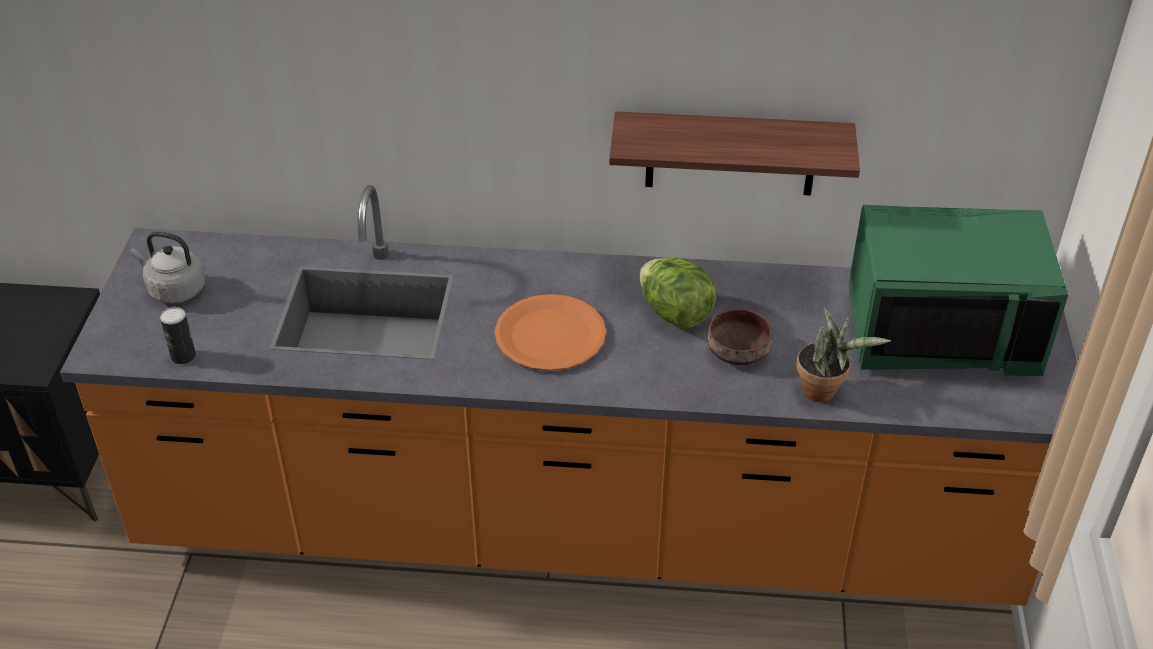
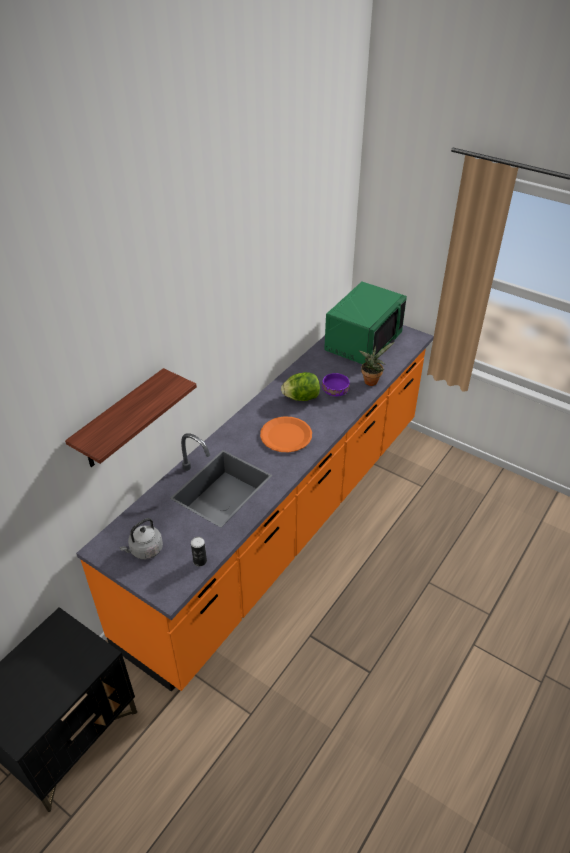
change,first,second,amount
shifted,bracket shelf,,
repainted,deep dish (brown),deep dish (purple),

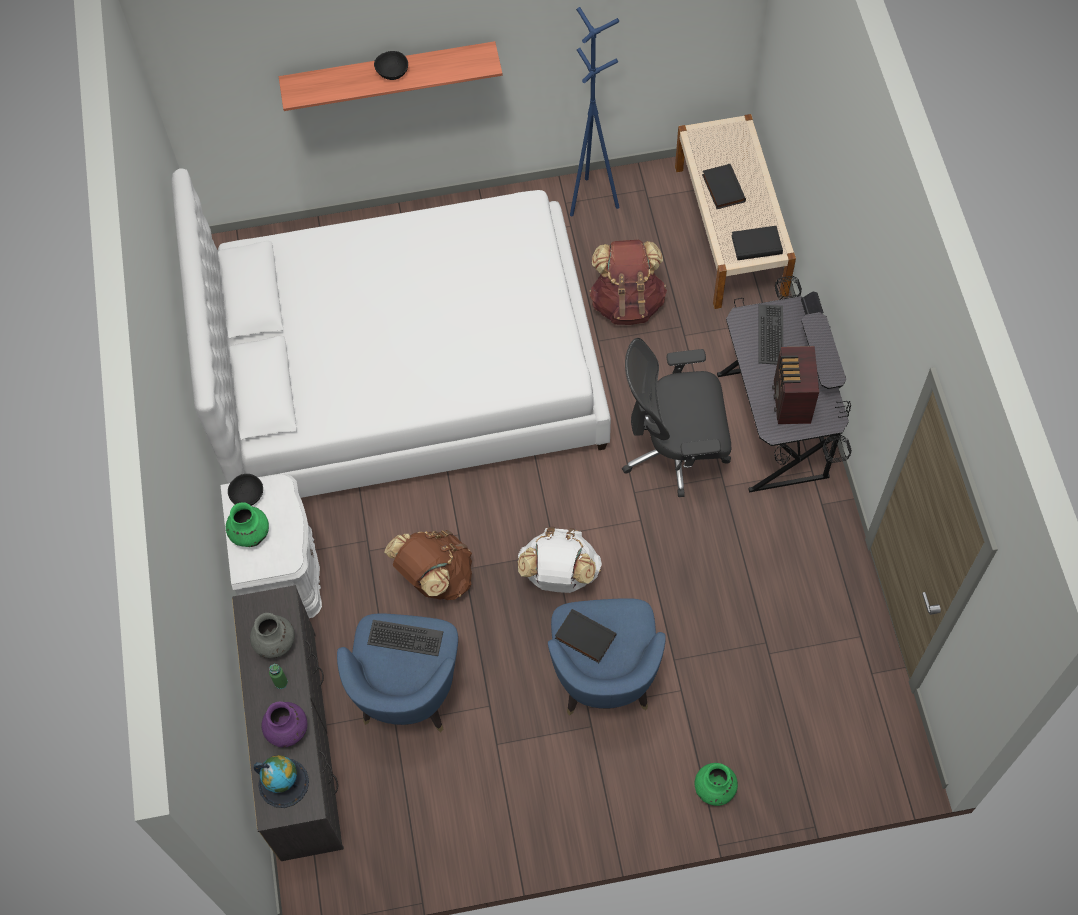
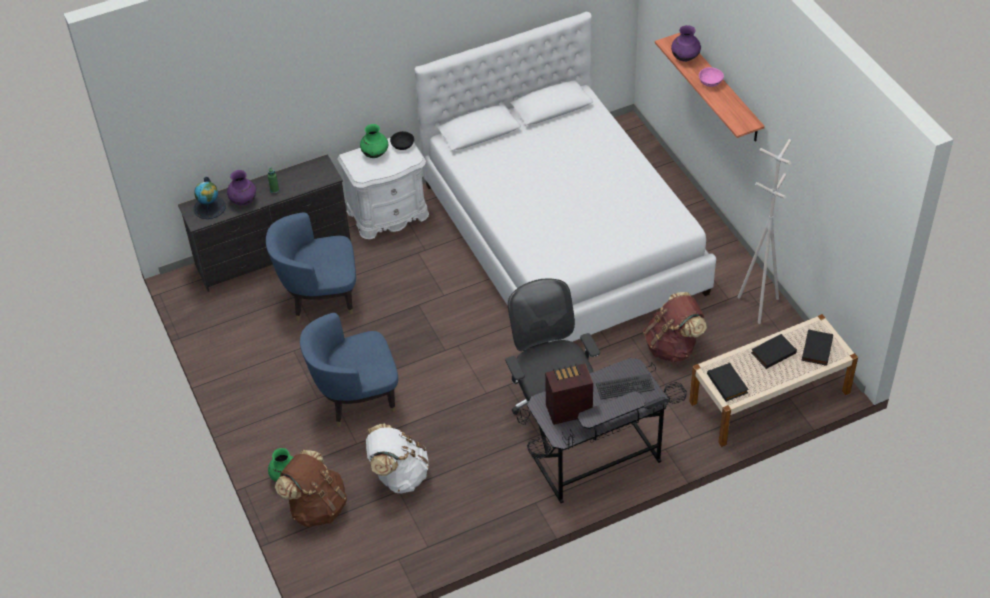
change,first,second,amount
gone,decorative vase (gray),,
gone,keyboard (no. 1 from left),,
repainted,deep dish (black-coloured) (no. 2 from left),deep dish (pink-coloured),
shifted,backpack (brown) (no. 1 from left),,
shifted,backpack (whitish),,
shifted,volume (black-coloured) (no. 1 from left in the first image),volume (black-coloured) (no. 3 from left),
repainted,garment stand (blue),garment stand (gray),
new,,decorative vase (purple) (no. 2 from left),

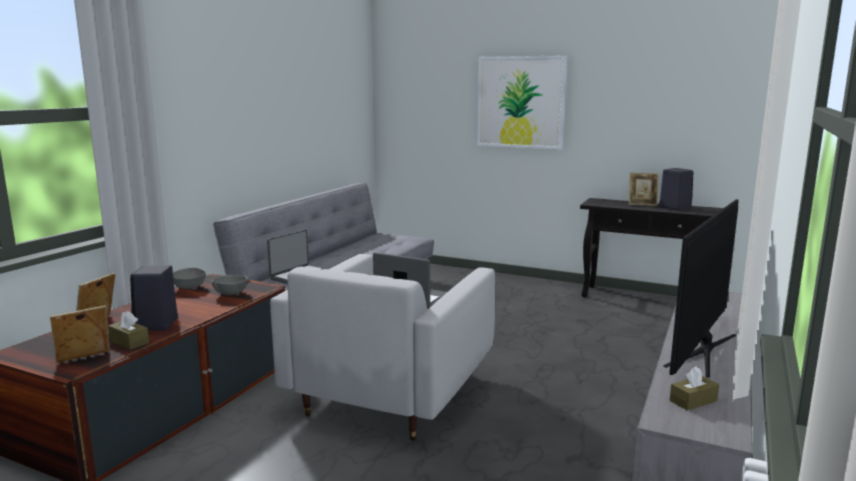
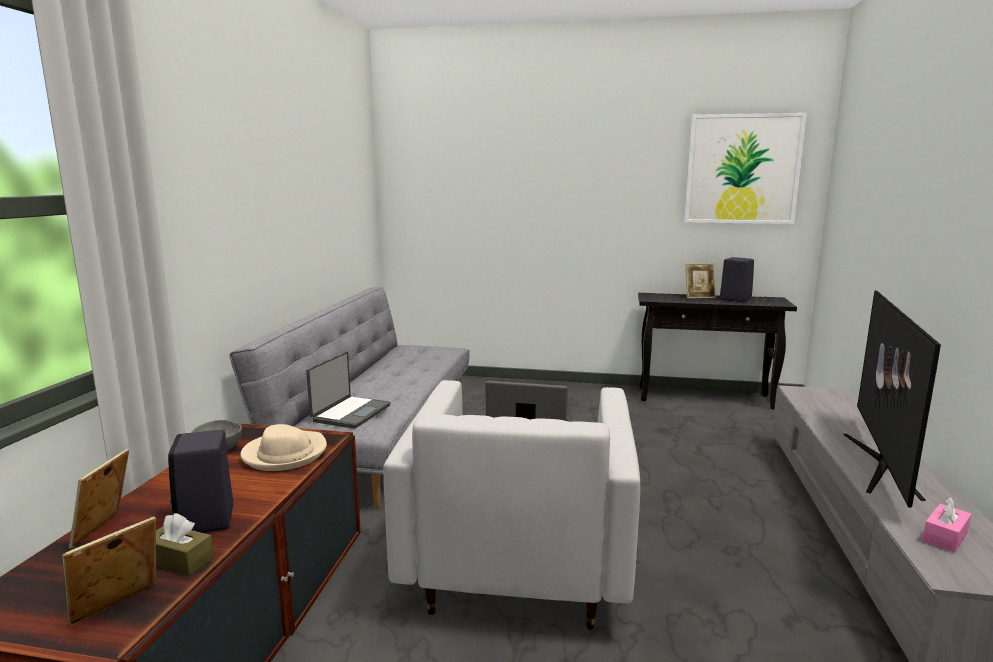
change,first,second,amount
swapped,deep dish (gray) (no. 2 from left),wearable hat (beige),
shifted,wall picture,,
repainted,box of tissues (brown) (no. 2 from left),box of tissues (pink-coloured),

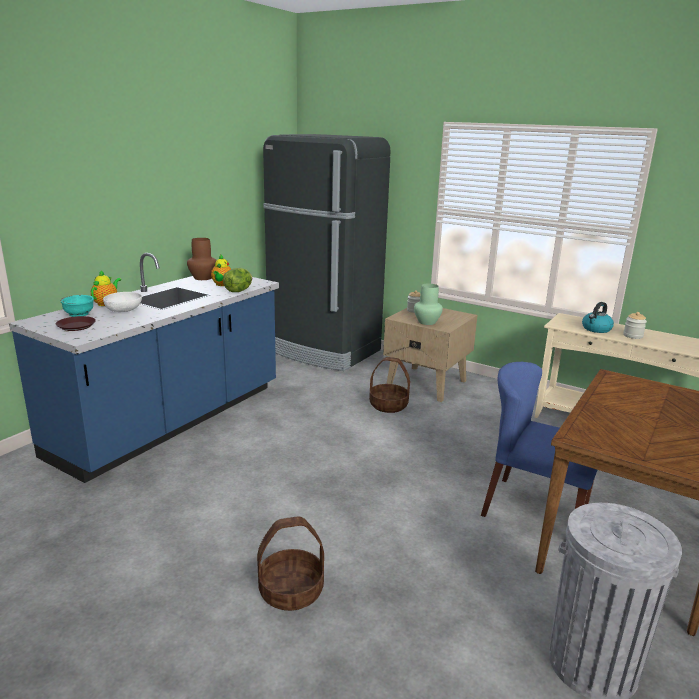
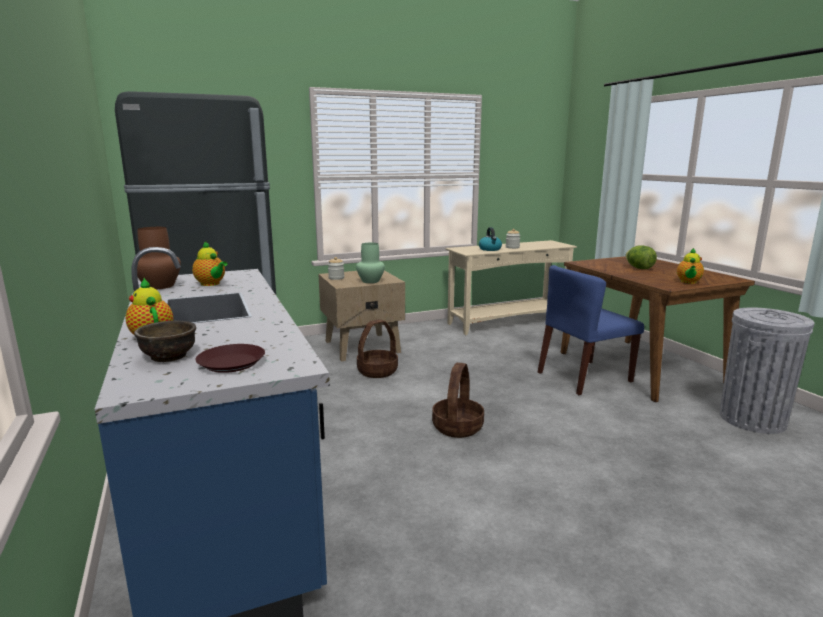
change,first,second,amount
repainted,deep dish (turquoise-coloured),deep dish (brown),
gone,deep dish (whitish),,
shifted,head of lettuce,,
shifted,basket (no. 1 from left in the first image),basket (no. 2 from left),
new,,pot for tea (no. 3 from left),

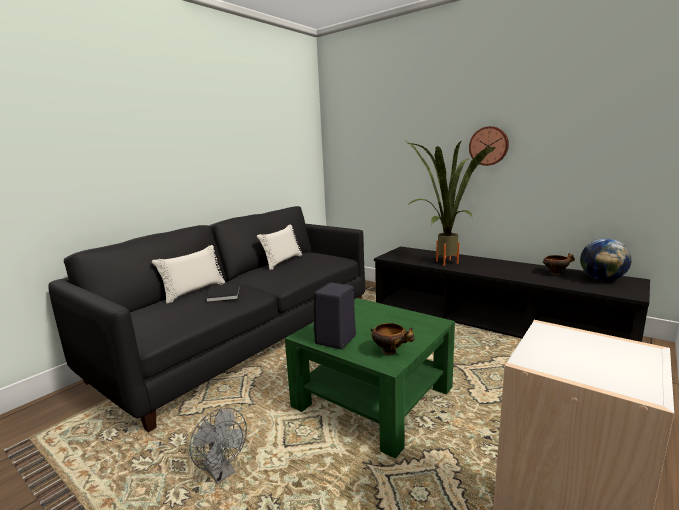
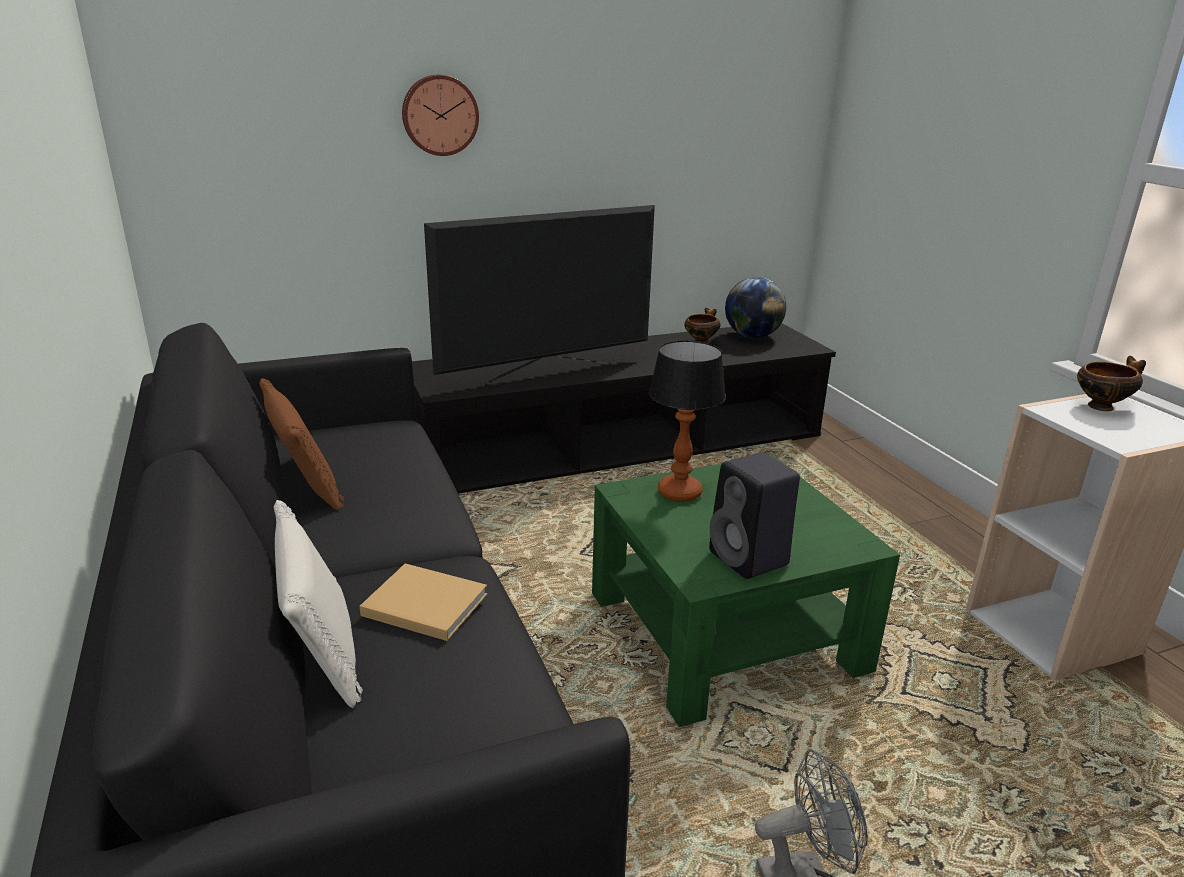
change,first,second,amount
repainted,volume (black-coloured),volume (beige),
repainted,throw pillow (whitish) (no. 2 from left),throw pillow (brown),
shifted,deep dish (no. 1 from left in the first image),deep dish (no. 2 from left),
swapped,houseplant,TV set,
shifted,wall clock,,
new,,lamp for a table,

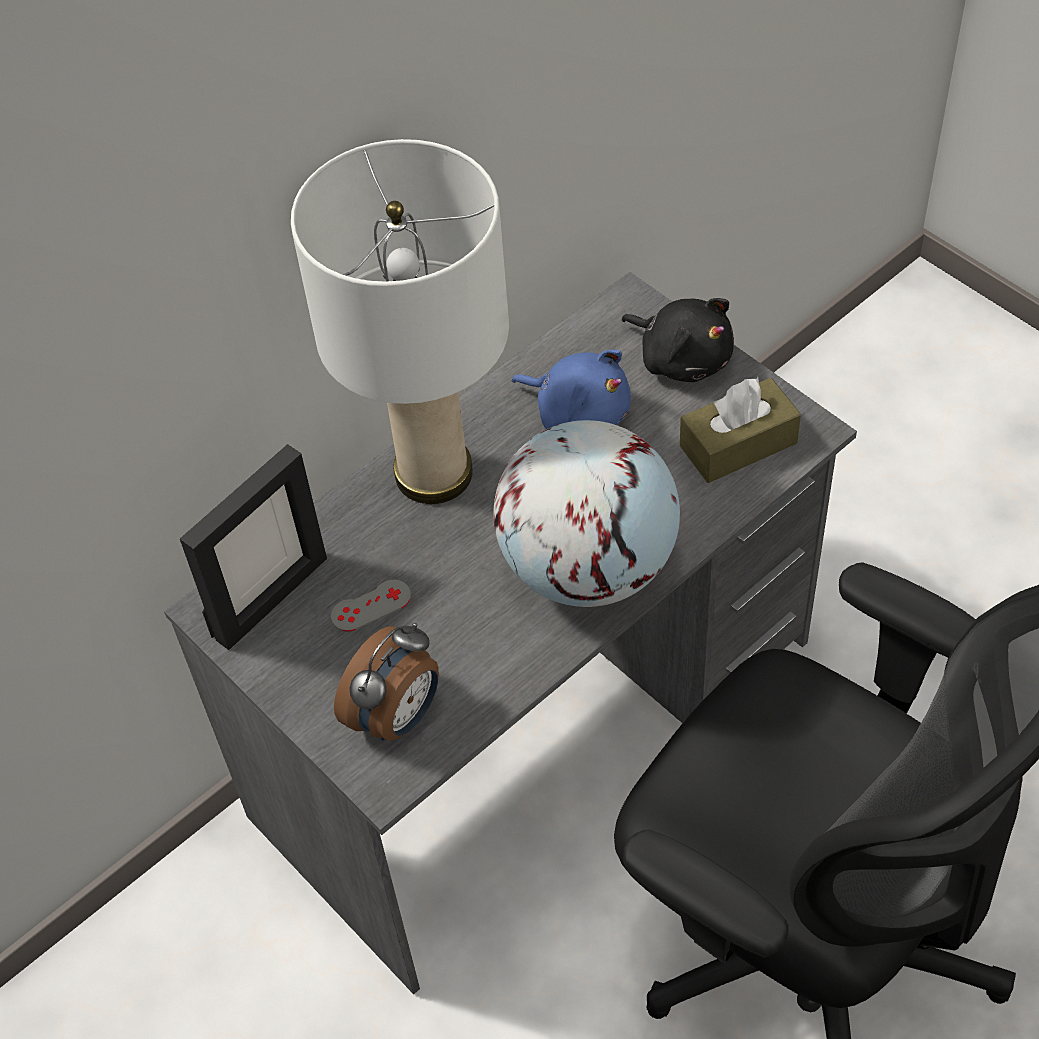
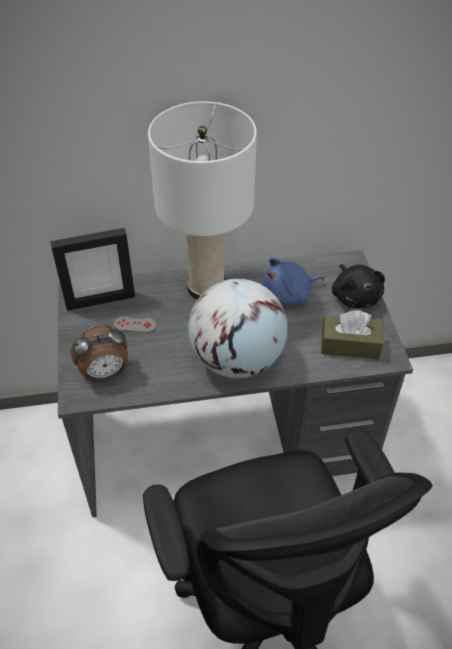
change,first,second,amount
rotated,cuddly toy (blue),,90 degrees clockwise

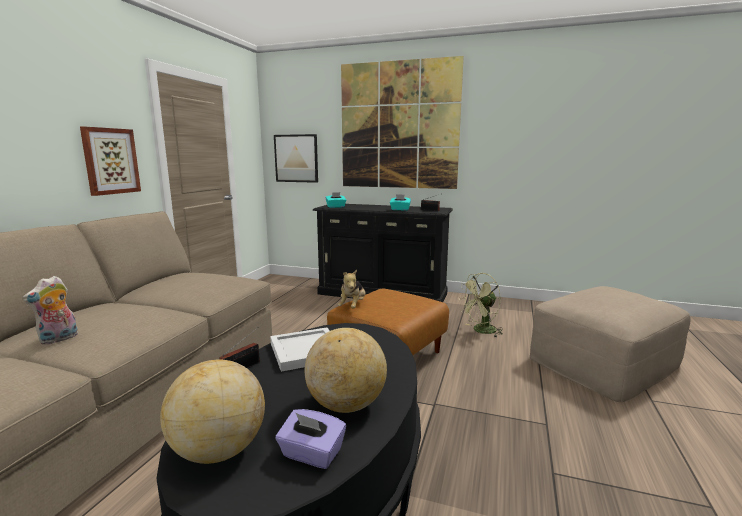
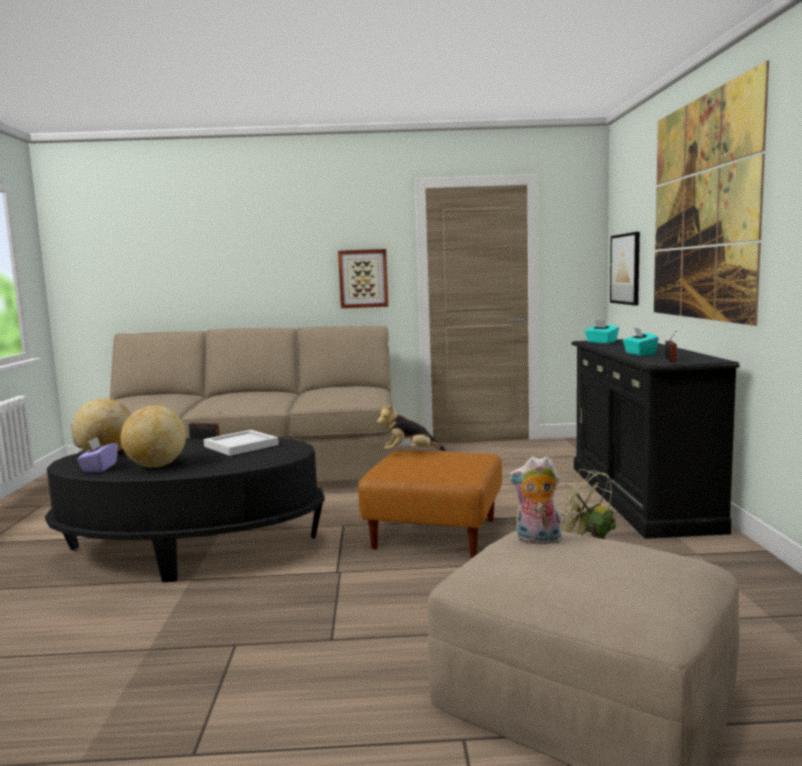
change,first,second,amount
shifted,cuddly toy (no. 1 from left in the first image),cuddly toy (no. 2 from left),

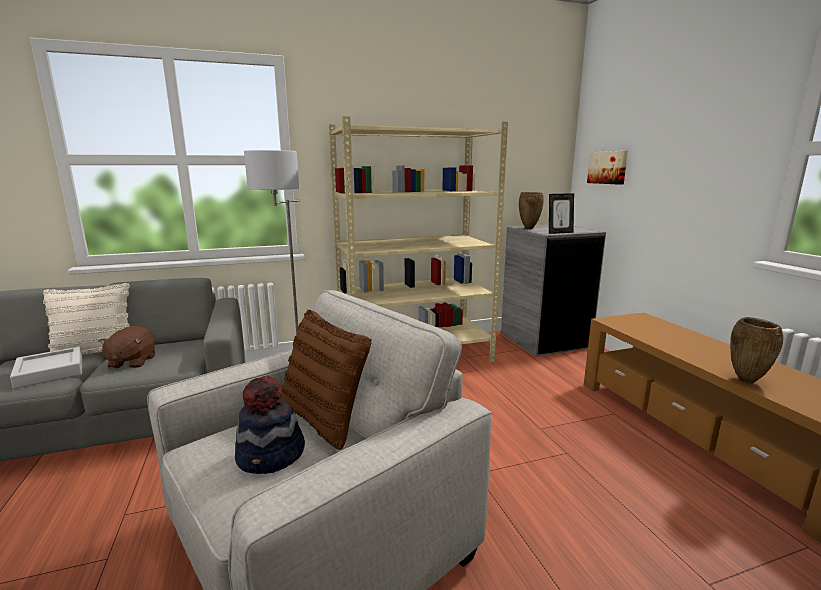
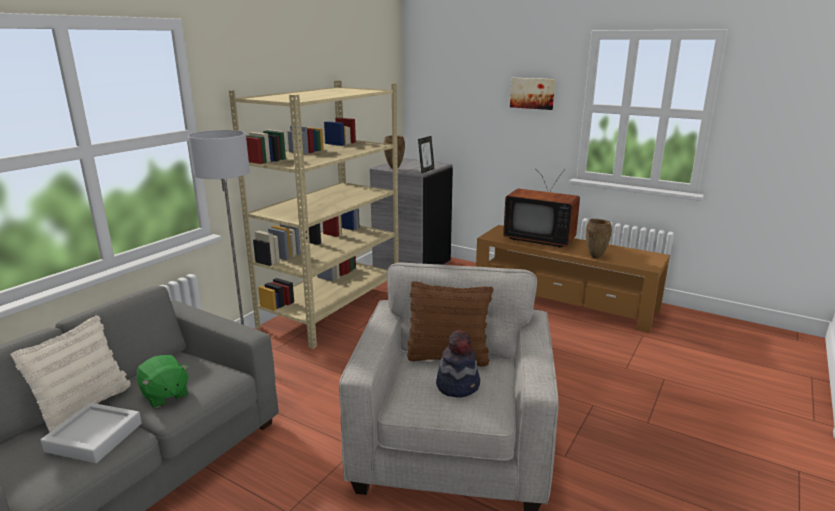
change,first,second,amount
repainted,cuddly toy (brown),cuddly toy (green),
shifted,wall picture,,
new,,TV set,

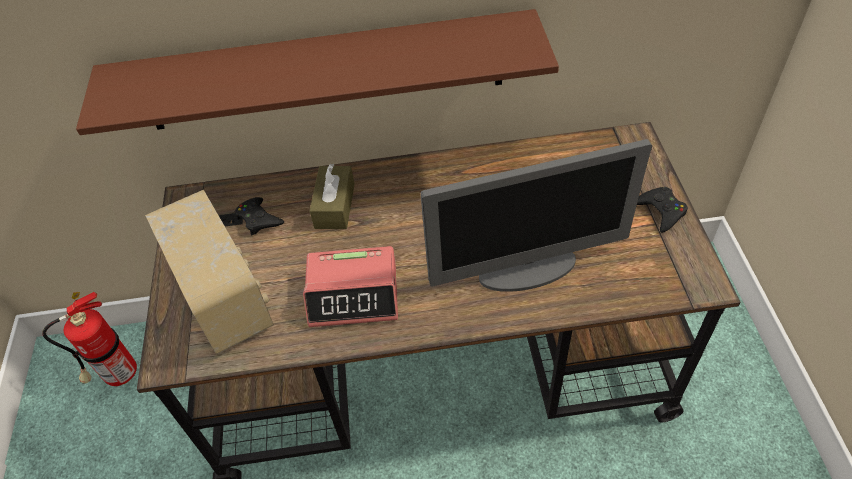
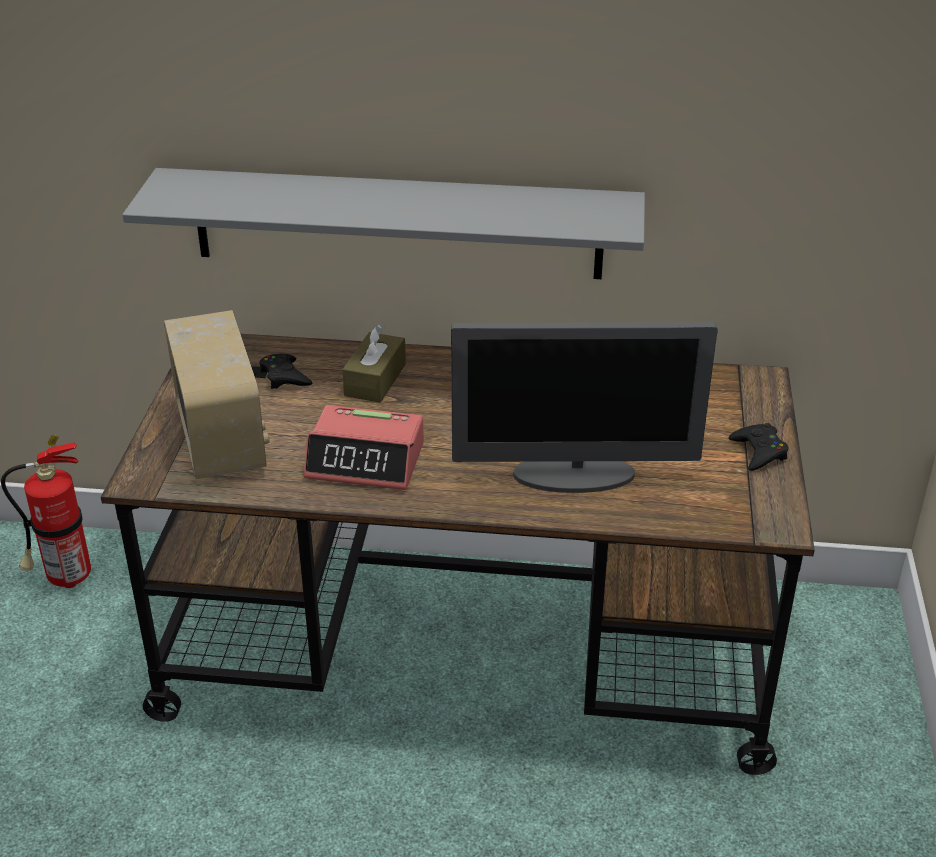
change,first,second,amount
repainted,bracket shelf (brown),bracket shelf (gray),

